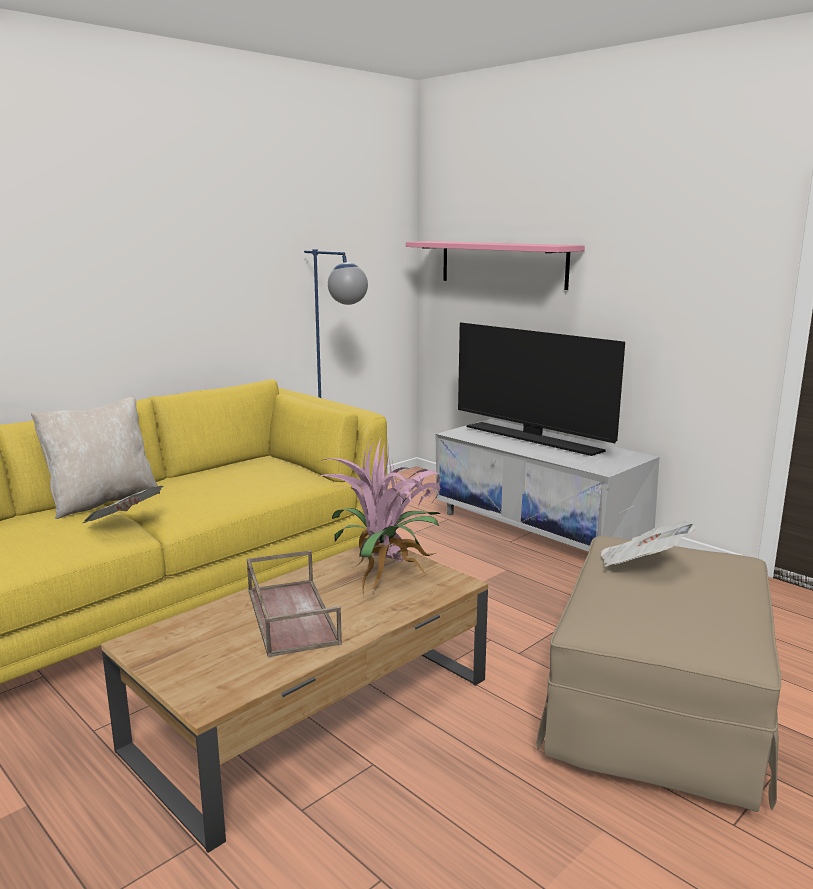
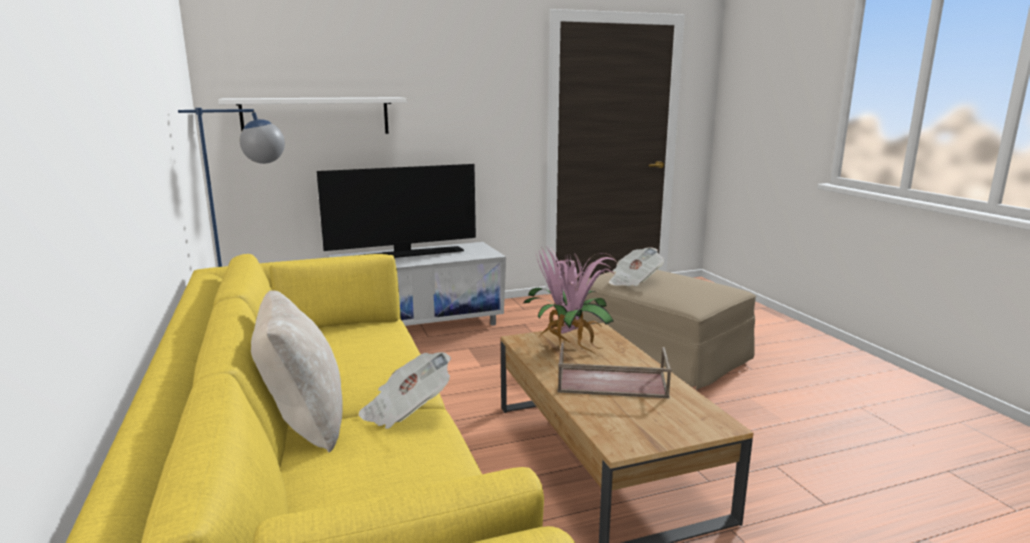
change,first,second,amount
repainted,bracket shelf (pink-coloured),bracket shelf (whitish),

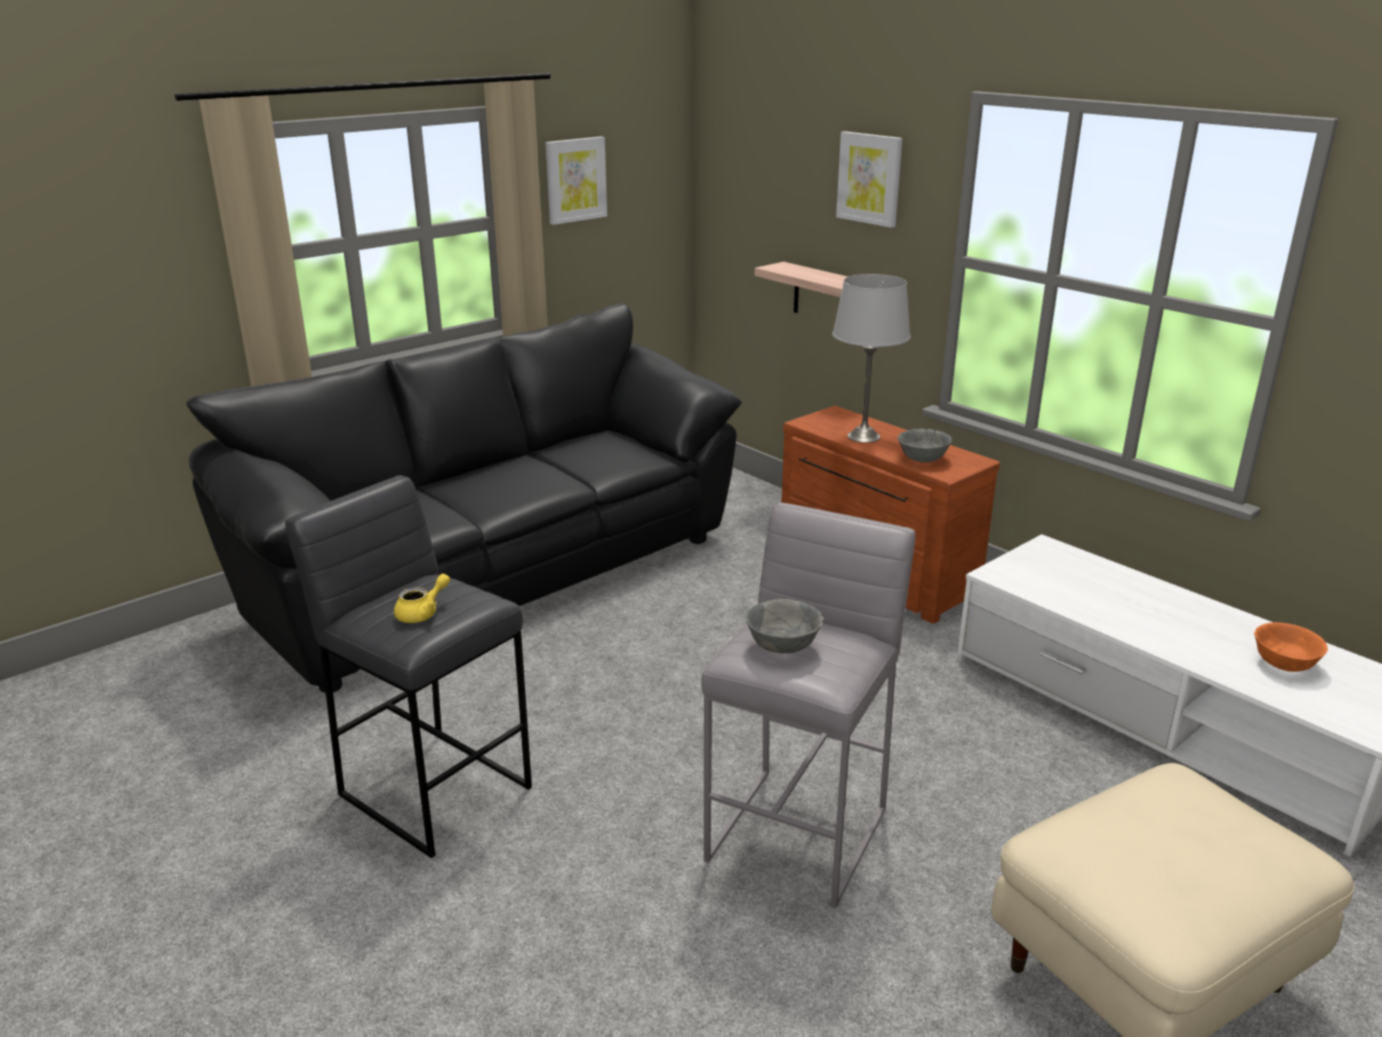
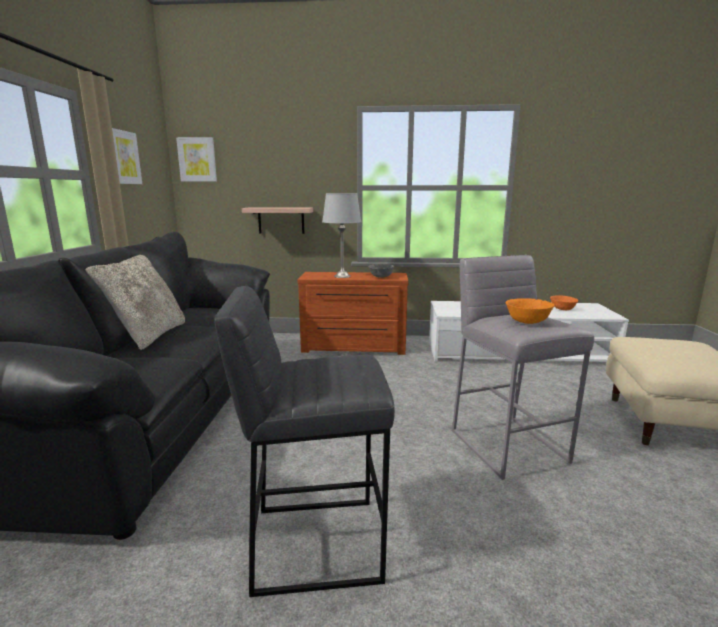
change,first,second,amount
gone,pot for tea (yellow-coloured),,
repainted,deep dish (gray) (no. 1 from left),deep dish (orangey) (no. 1 from left),
shifted,wall picture (no. 2 from left),,
new,,throw pillow (beige),

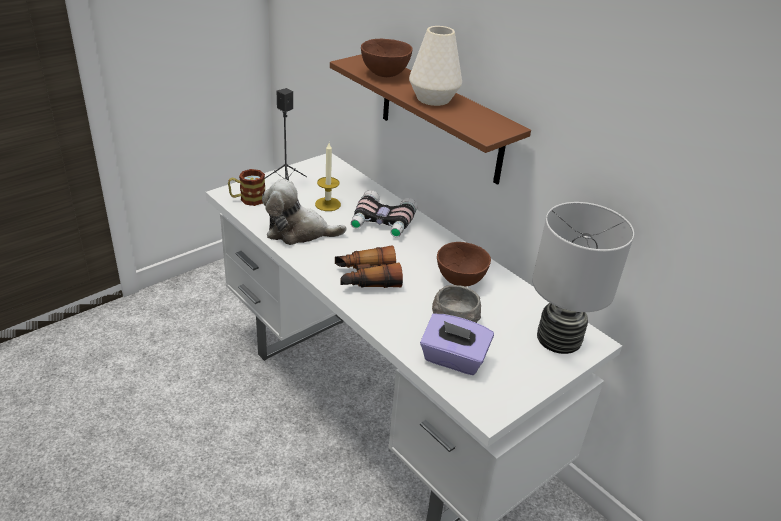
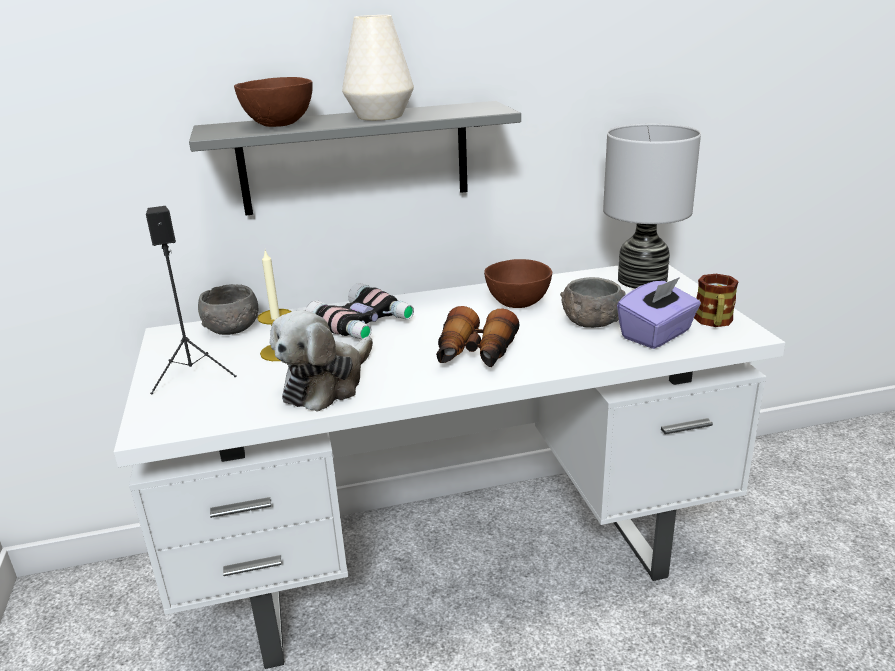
change,first,second,amount
shifted,coffee mug,,
repainted,bracket shelf (brown),bracket shelf (gray),
new,,deep dish (gray) (no. 1 from left),

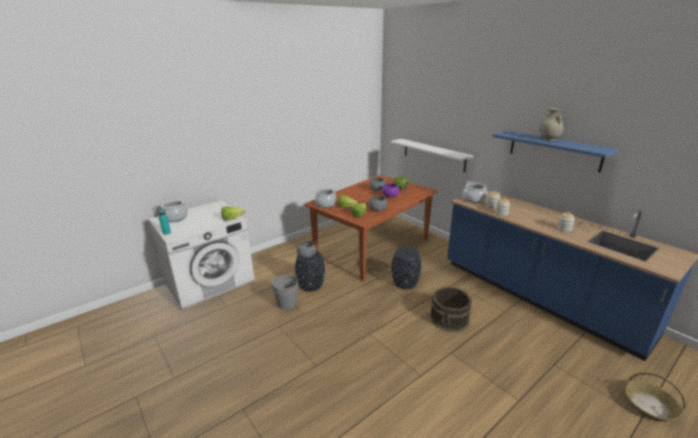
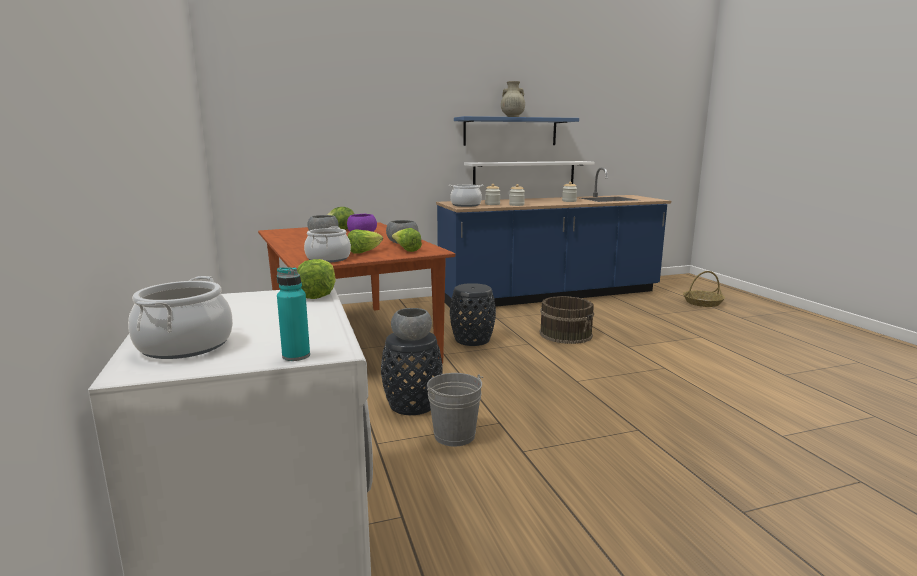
change,first,second,amount
shifted,bracket shelf (whitish),,

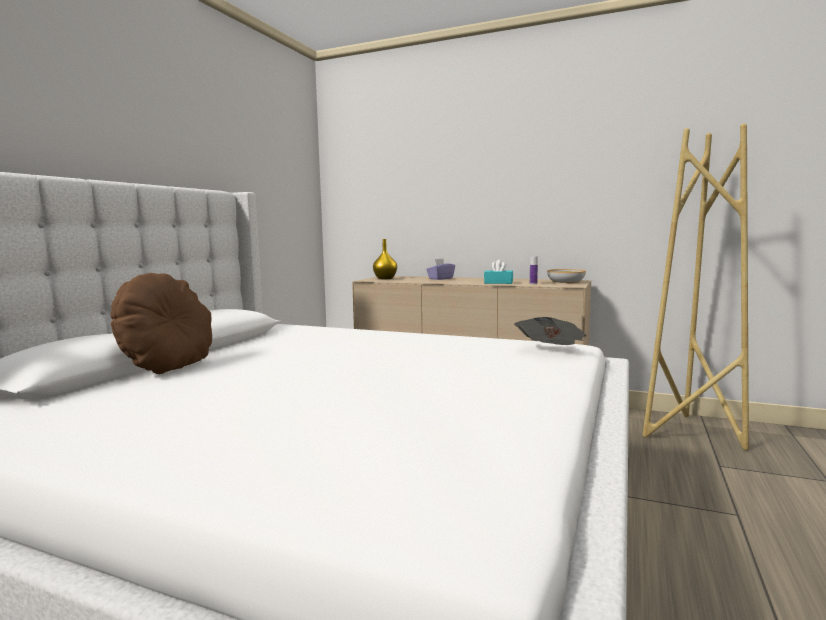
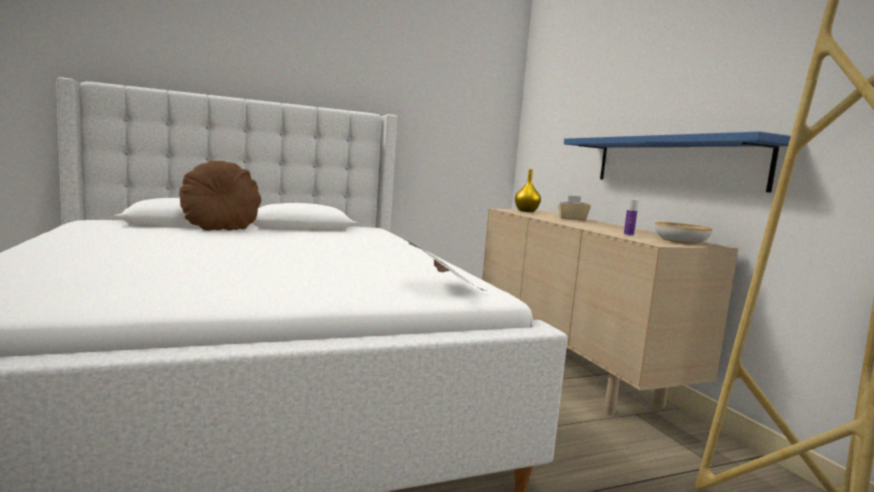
change,first,second,amount
repainted,box of tissues (purple),box of tissues (beige),
gone,box of tissues (turquoise-coloured),,
new,,bracket shelf (blue),

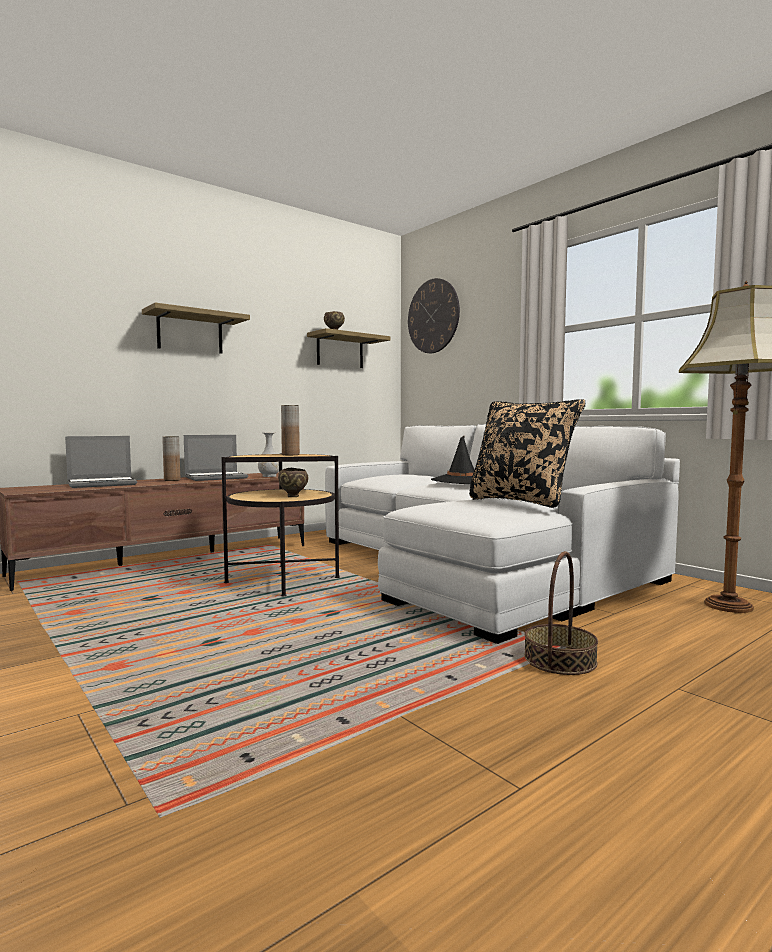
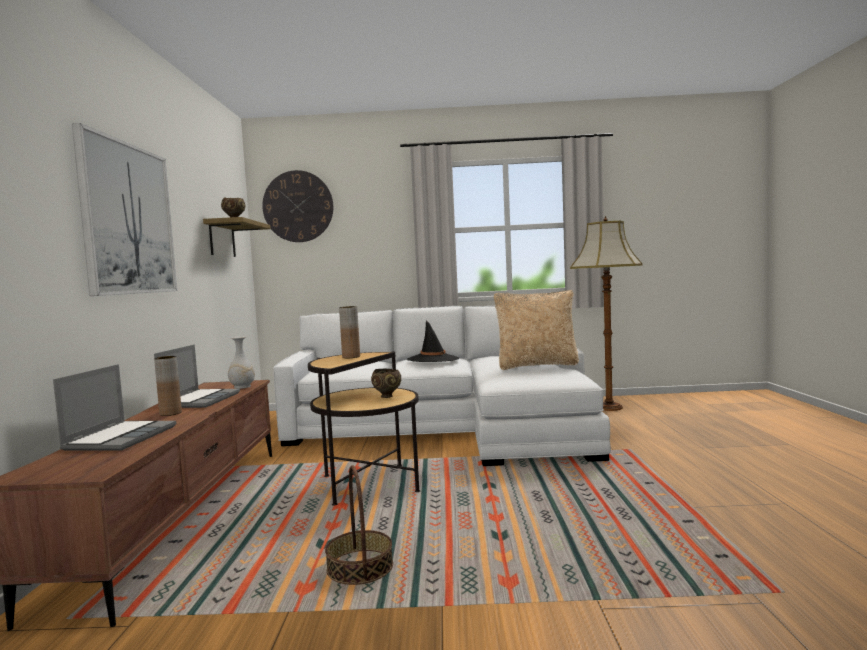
change,first,second,amount
swapped,bracket shelf (no. 1 from left),wall picture,
repainted,throw pillow (black-coloured),throw pillow (beige),
shifted,basket,,

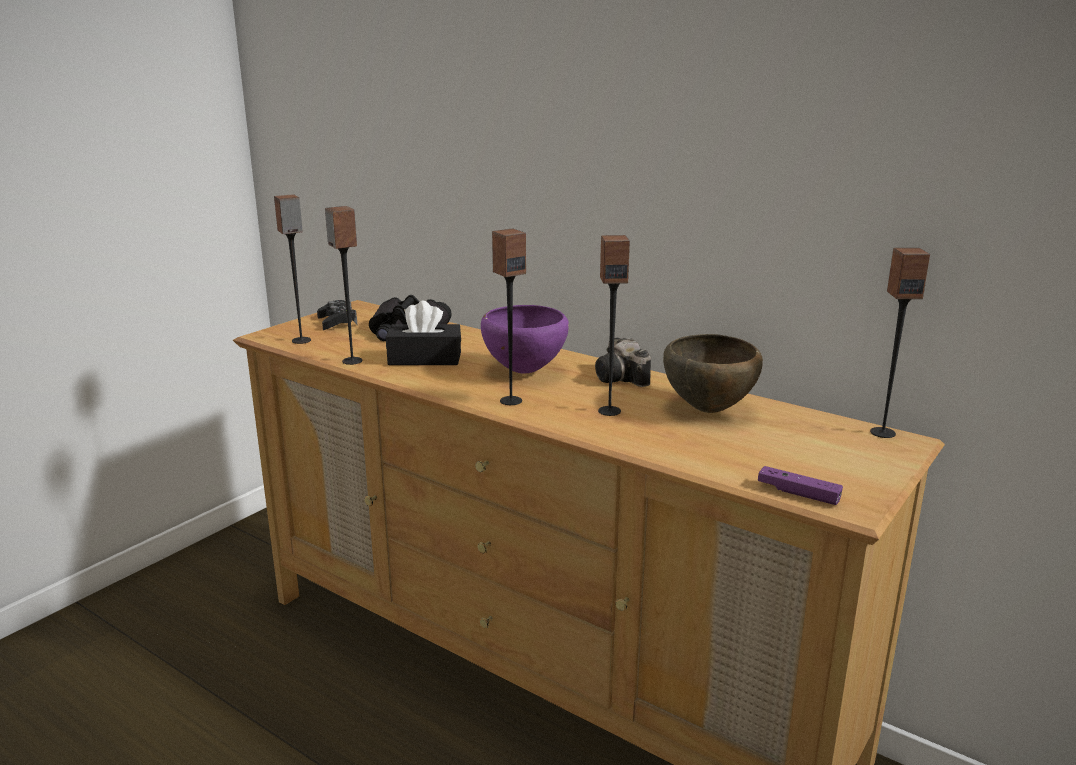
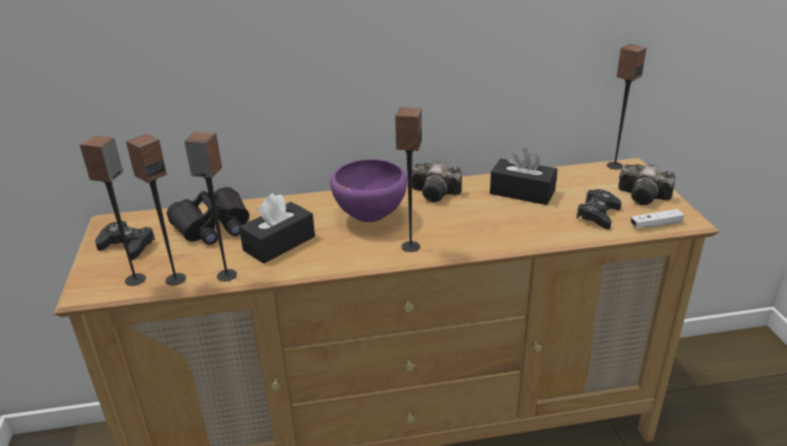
change,first,second,amount
shifted,audio speaker (no. 4 from left in the first image),audio speaker (no. 2 from left),
swapped,deep dish (brown),box of tissues (black-coloured) (no. 2 from left),
repainted,gamepad (purple),gamepad (whitish),
new,,gamepad (black-coloured) (no. 2 from left),
new,,still camera (no. 2 from left),

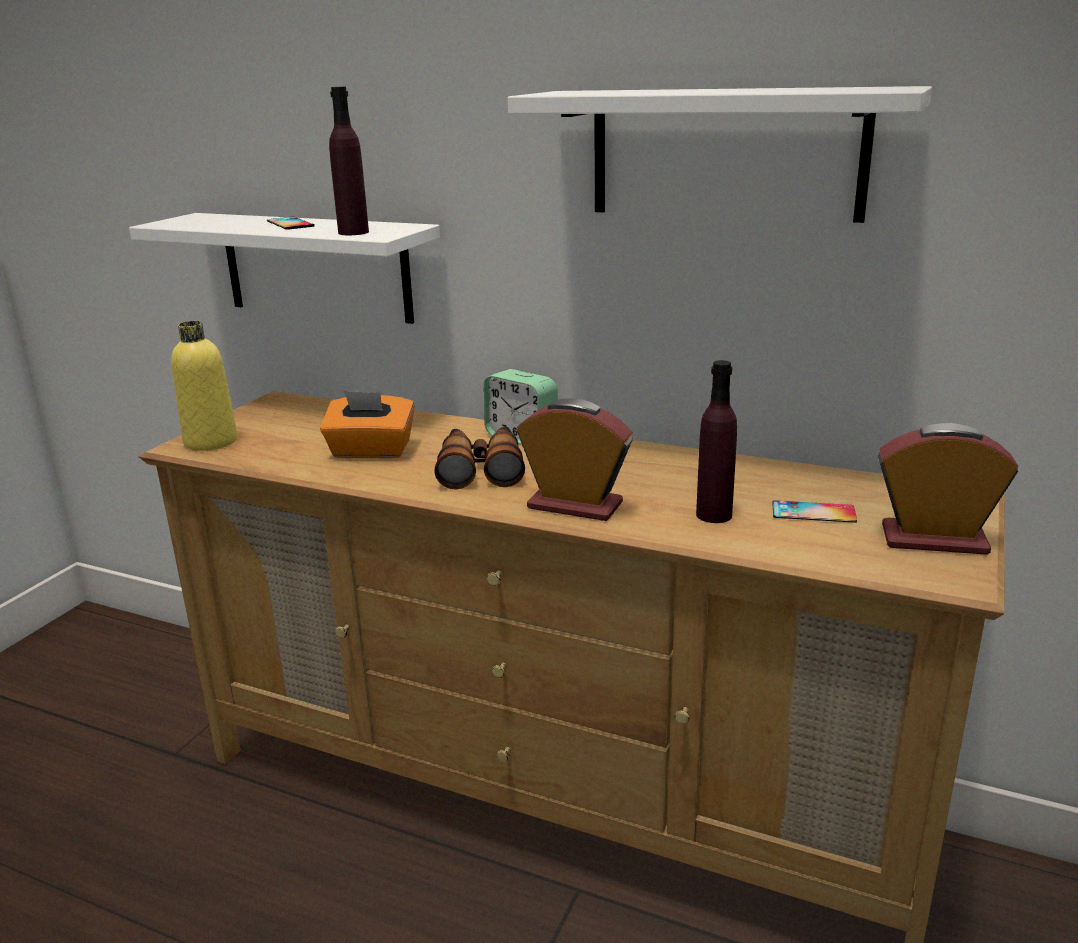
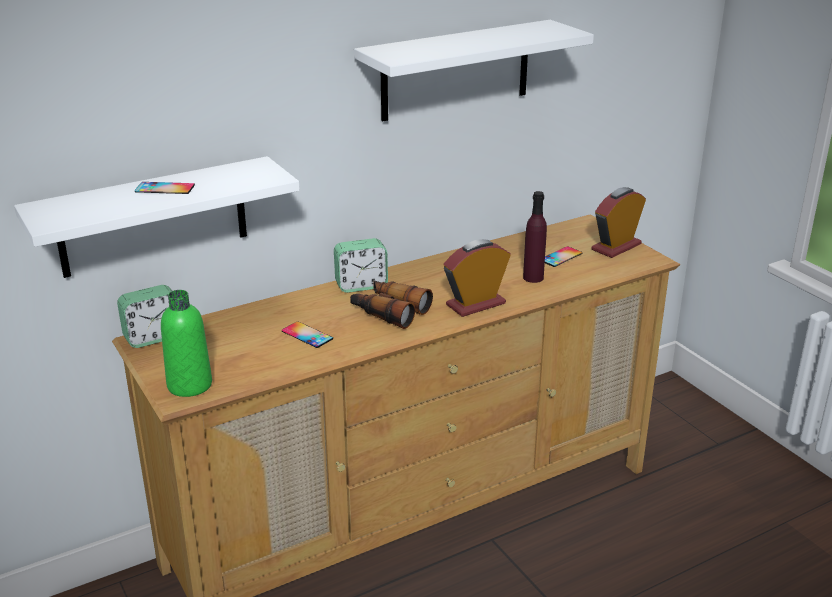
change,first,second,amount
repainted,drink bottle (yellow-coloured),drink bottle (green),
swapped,box of tissues (orangey),phone (no. 2 from left),
gone,drink bottle (purple) (no. 1 from left),,
new,,alarm clock (no. 1 from left),

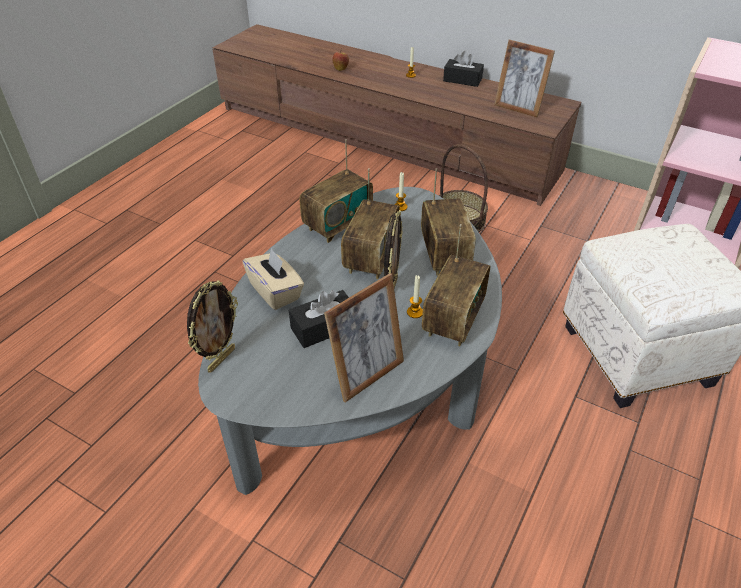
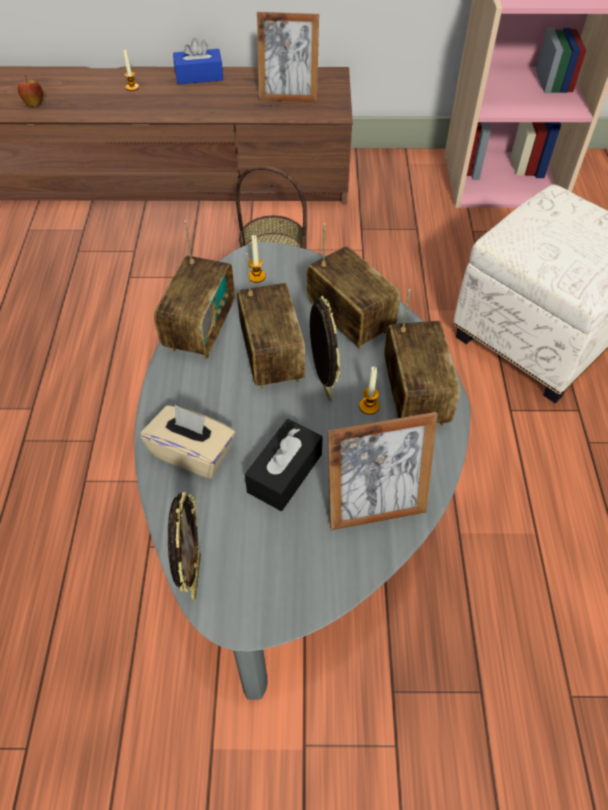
change,first,second,amount
rotated,standing frame (no. 2 from left in the first image),standing frame (no. 4 from left),60 degrees clockwise
repainted,box of tissues (black-coloured) (no. 2 from left),box of tissues (blue),

